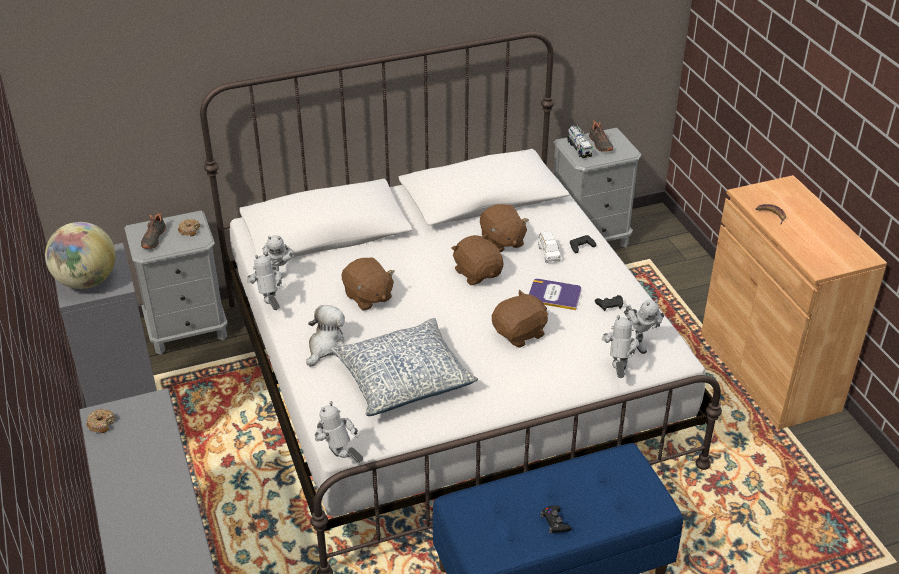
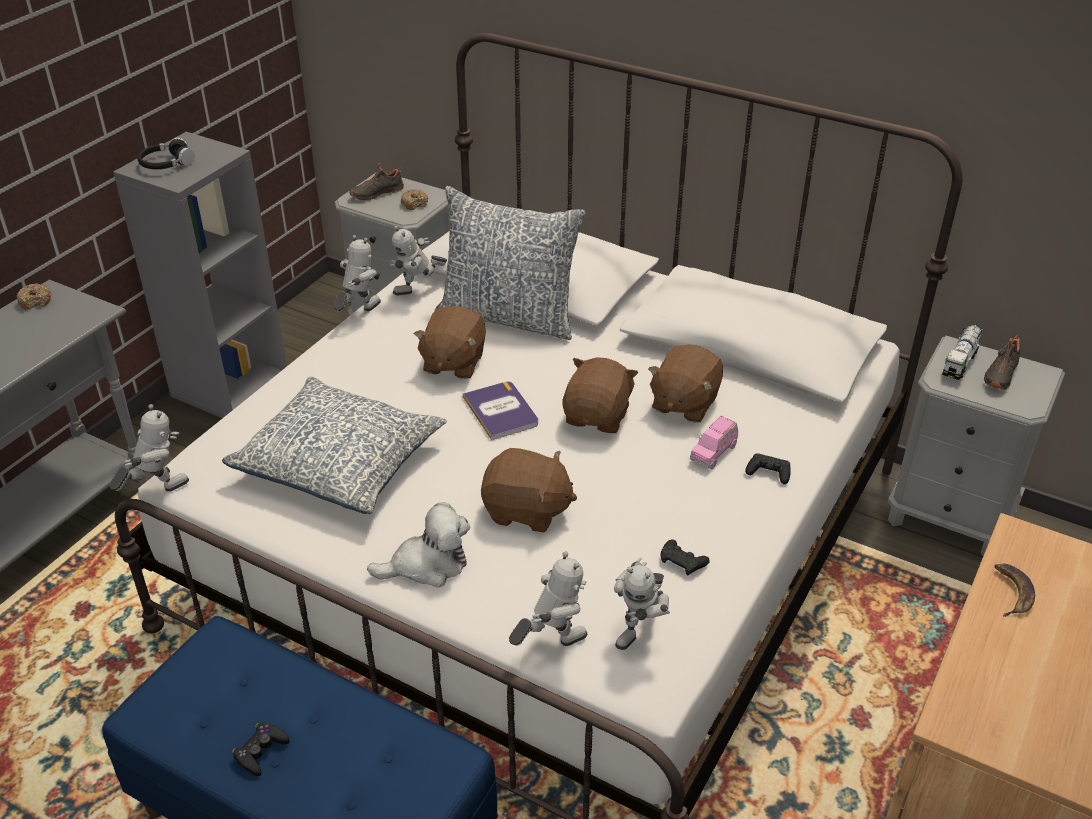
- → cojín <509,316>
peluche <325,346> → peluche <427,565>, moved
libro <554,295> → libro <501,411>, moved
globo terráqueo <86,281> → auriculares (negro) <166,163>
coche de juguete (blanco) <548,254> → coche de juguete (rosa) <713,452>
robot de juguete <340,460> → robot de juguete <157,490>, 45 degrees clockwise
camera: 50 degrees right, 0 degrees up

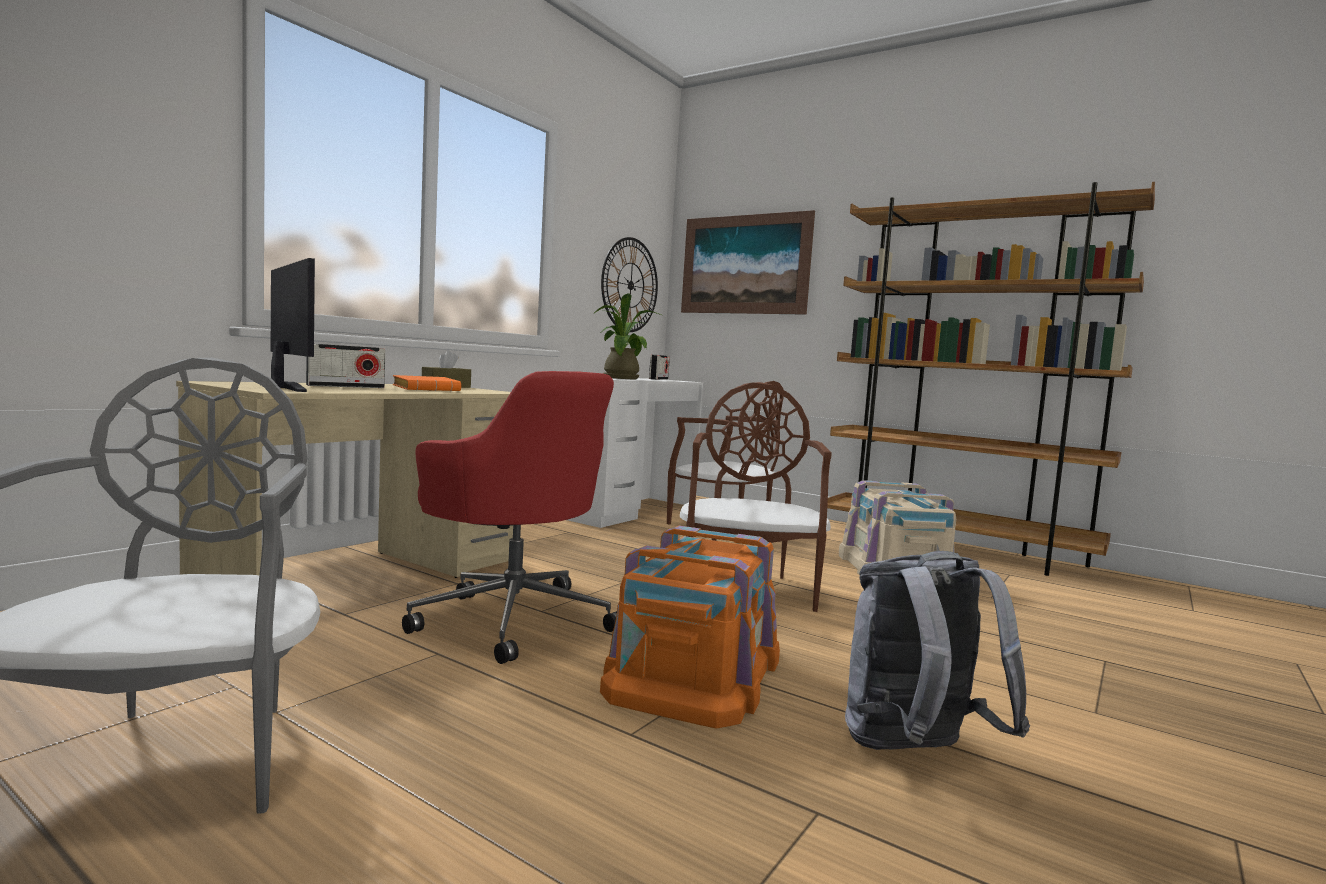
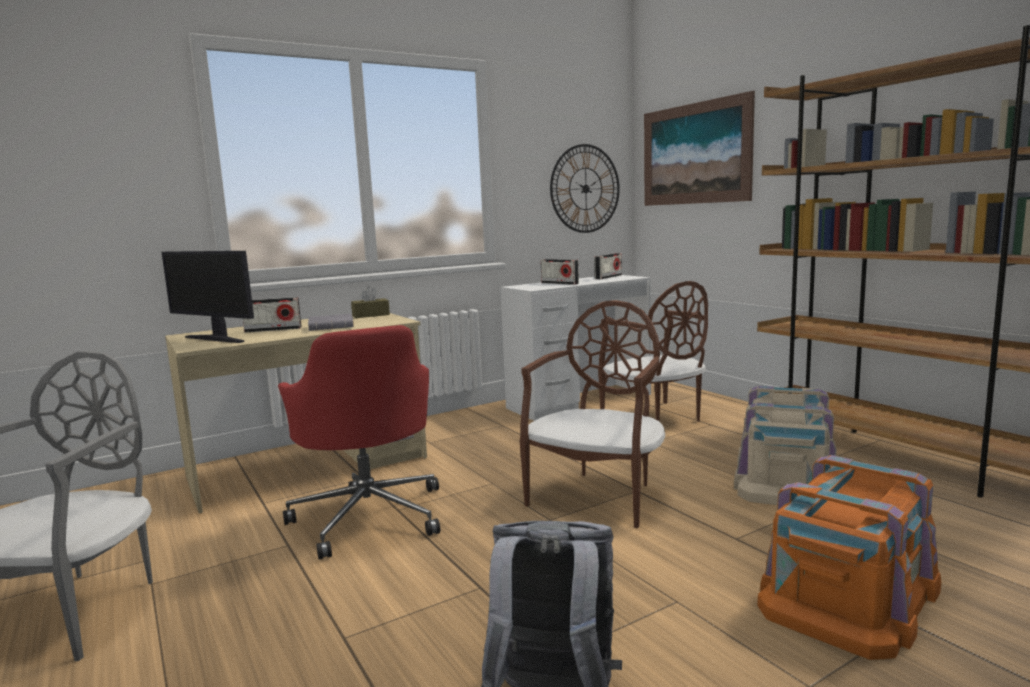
caja de almacenaje (naranja) <693,671> → caja de almacenaje (naranja) <848,593>, moved
planta en maceta <622,378> → radio <559,283>
libro (naranja) <427,390> → libro (gris) <332,327>
monitor <284,387> → monitor <216,339>, 135 degrees clockwise
camera: 25 degrees right, 5 degrees up

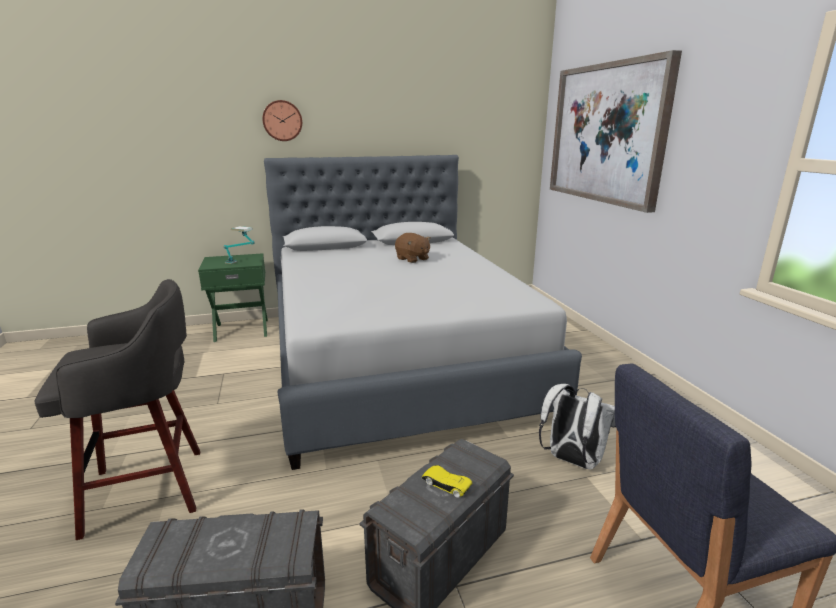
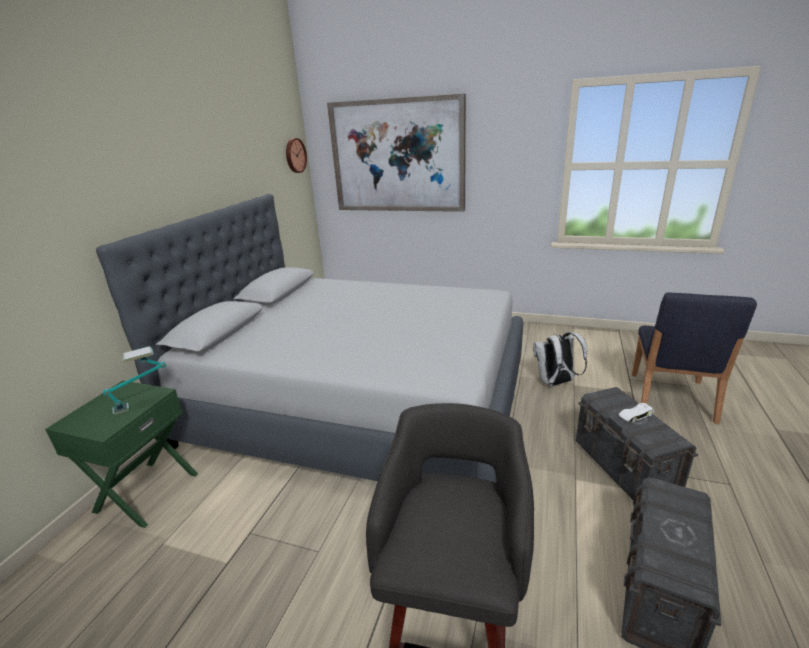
peluche (marrón) <412,259> → -
reloj de pared <282,120> → reloj de pared <295,155>, moved
coche de juguete (amarillo) <446,484> → coche de juguete (blanco) <635,415>
camera: 55 degrees left, 5 degrees up

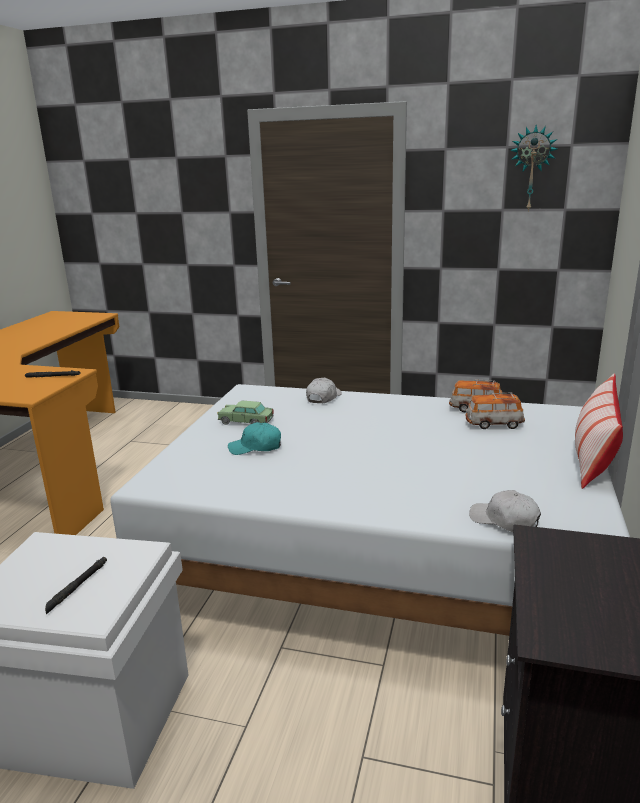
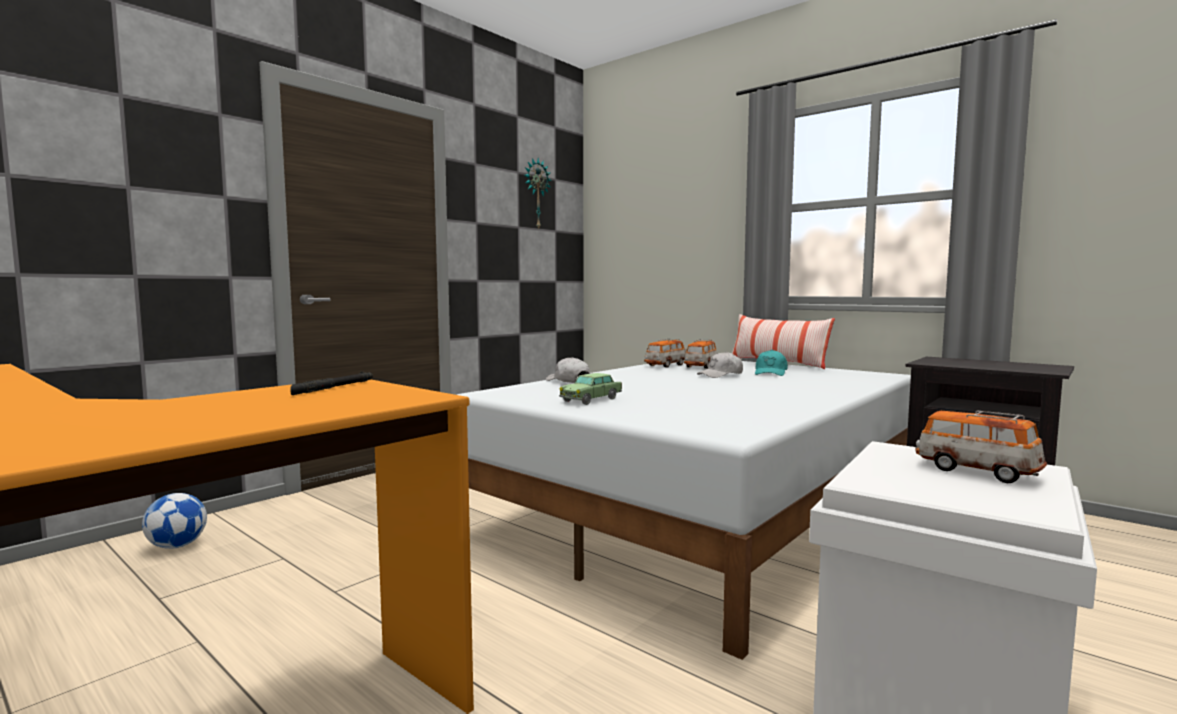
- → balón de fútbol <177,546>
gorra (turquesa) <255,447> → gorra (turquesa) <770,373>, moved
gorra (blanco) <504,521> → gorra (blanco) <720,375>, moved
linterna (negro) <77,587> → coche de juguete <976,471>
camera: 65 degrees left, 15 degrees down

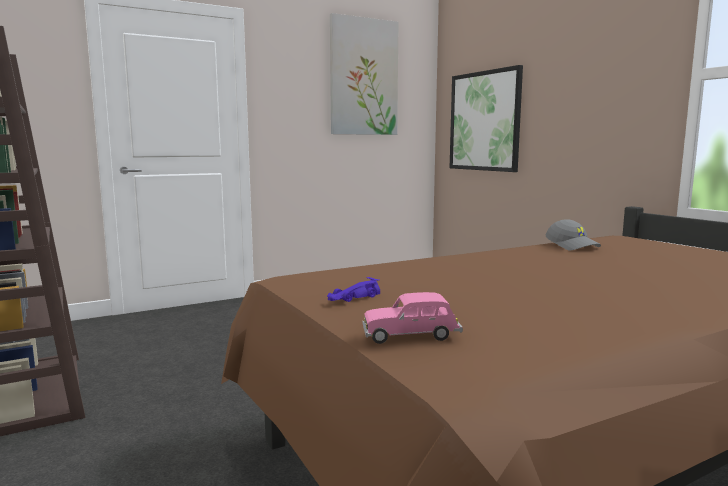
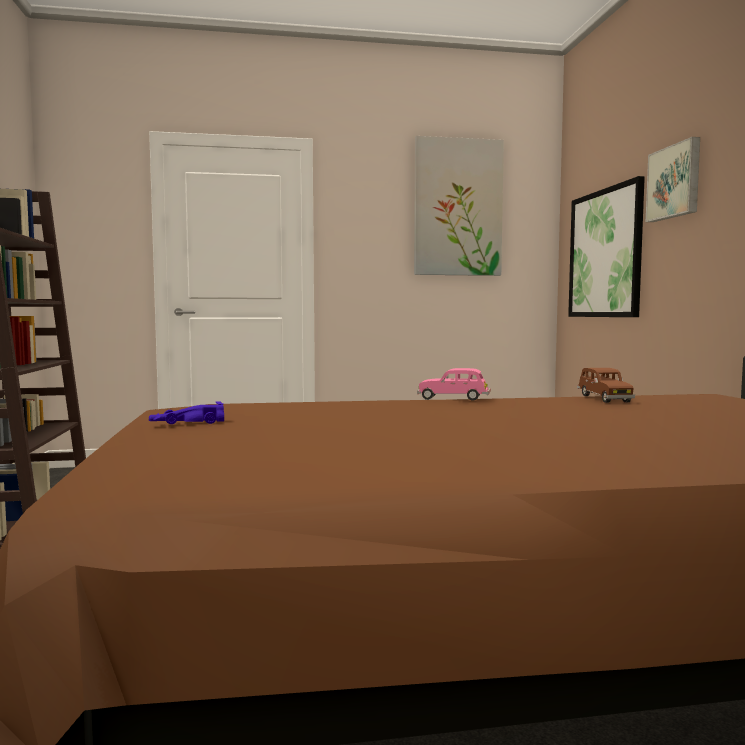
- → cuadro <675,182>
coche de juguete (rosa) <411,336> → coche de juguete (rosa) <454,398>, moved
gorra (gris) <573,246> → coche de juguete (marrón) <603,399>
camera: 20 degrees right, 5 degrees down

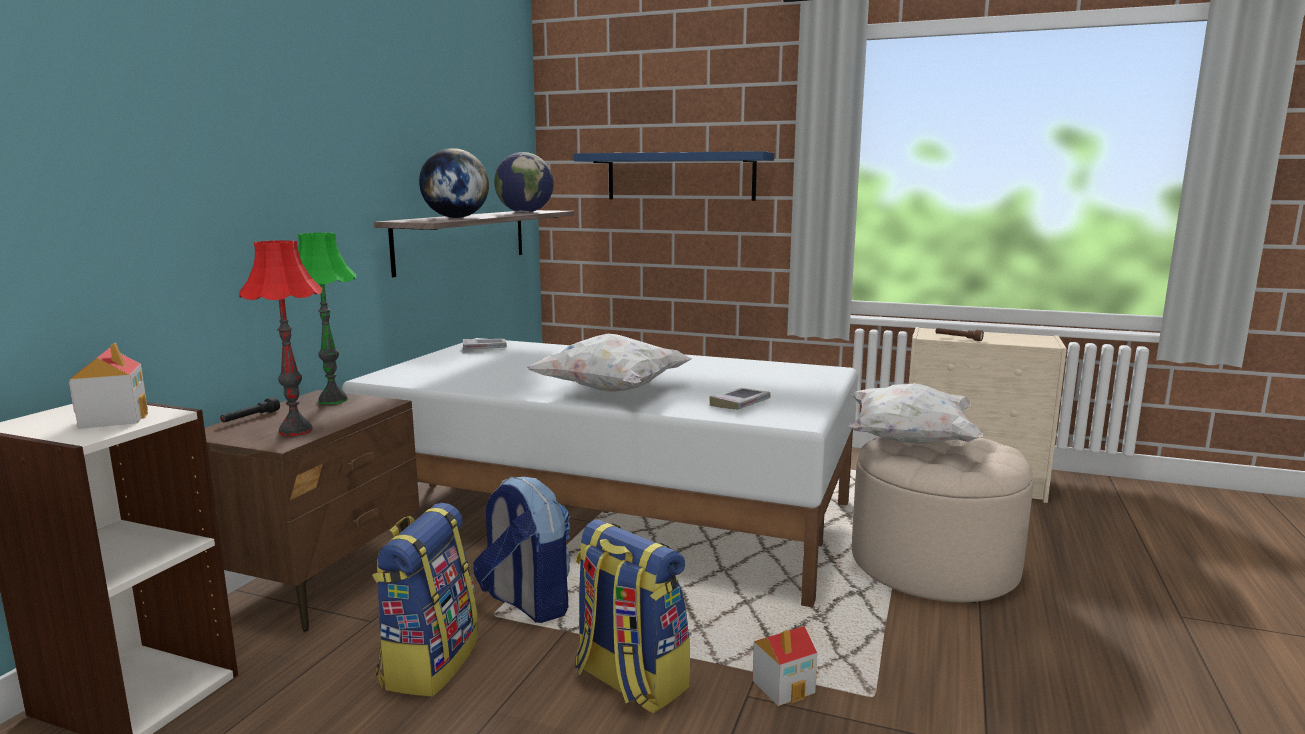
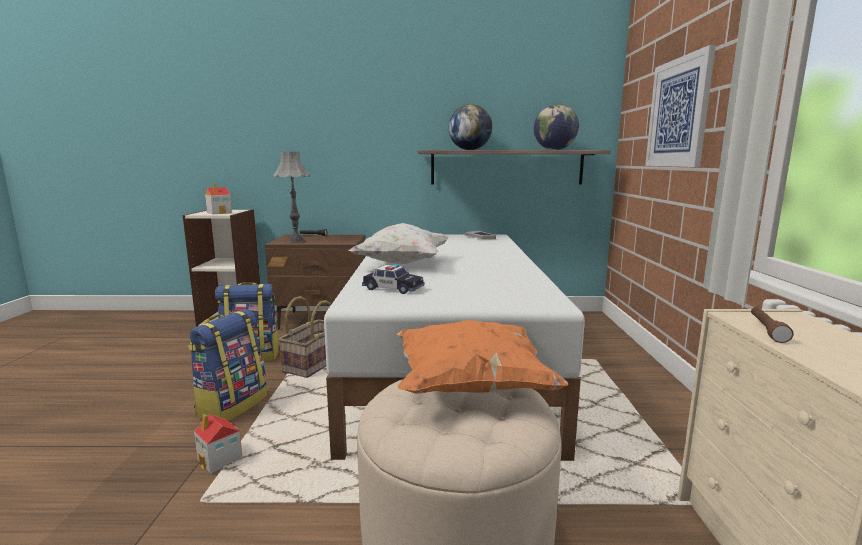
lámpara de mesa (verde) <332,400> → -
mochila <526,603> → cesta <313,363>
estante (azul) <680,176> → cuadro <678,113>
libro <740,403> → coche de juguete <393,288>
lámpara de mesa (rojo) <295,431> → lámpara de mesa (gris) <296,241>
cojín (blanco) <910,441> → cojín (naranja) <470,386>
camera: 70 degrees right, 0 degrees up

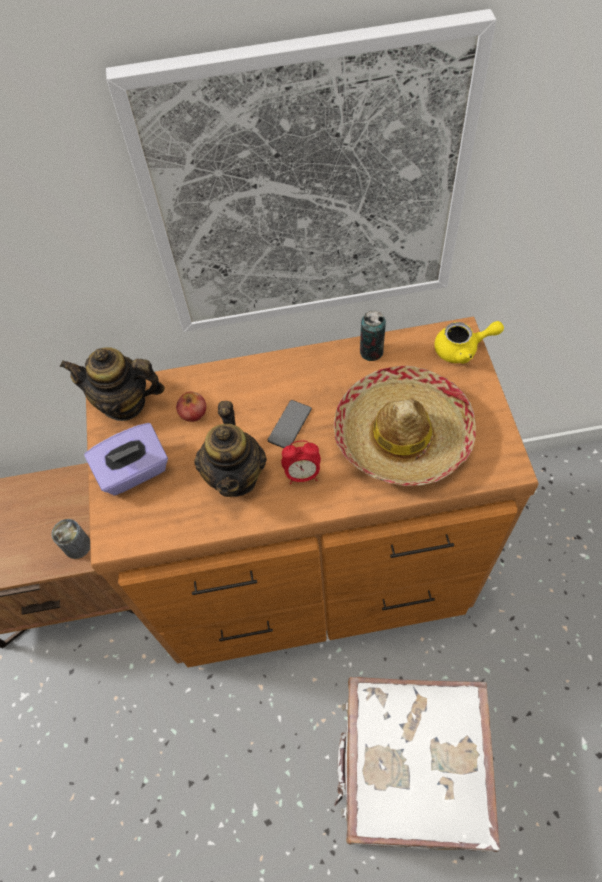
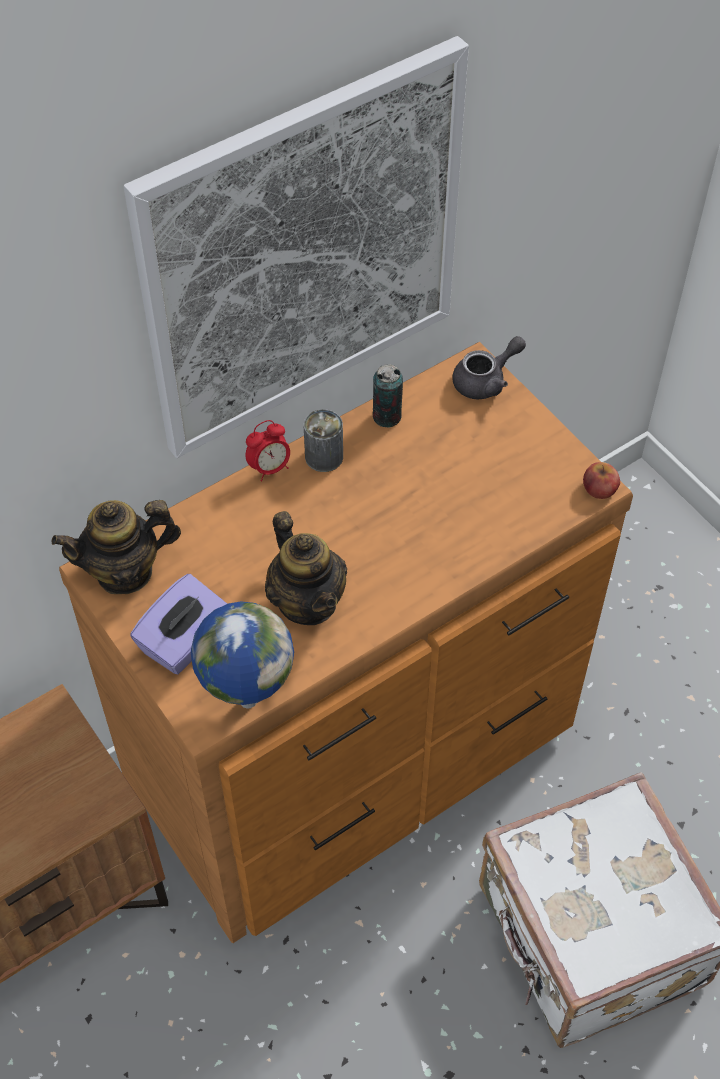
móvil <289,425> → -
sombrero <403,435> → -
- → globo terráqueo <247,700>
lata <77,546> → lata <324,457>, moved
manzana <193,412> → manzana <599,488>, moved
despertador <302,474> → despertador <269,468>, moved
tetera (amarillo) <462,349> → tetera (gris) <486,381>
camera: 30 degrees left, 5 degrees down

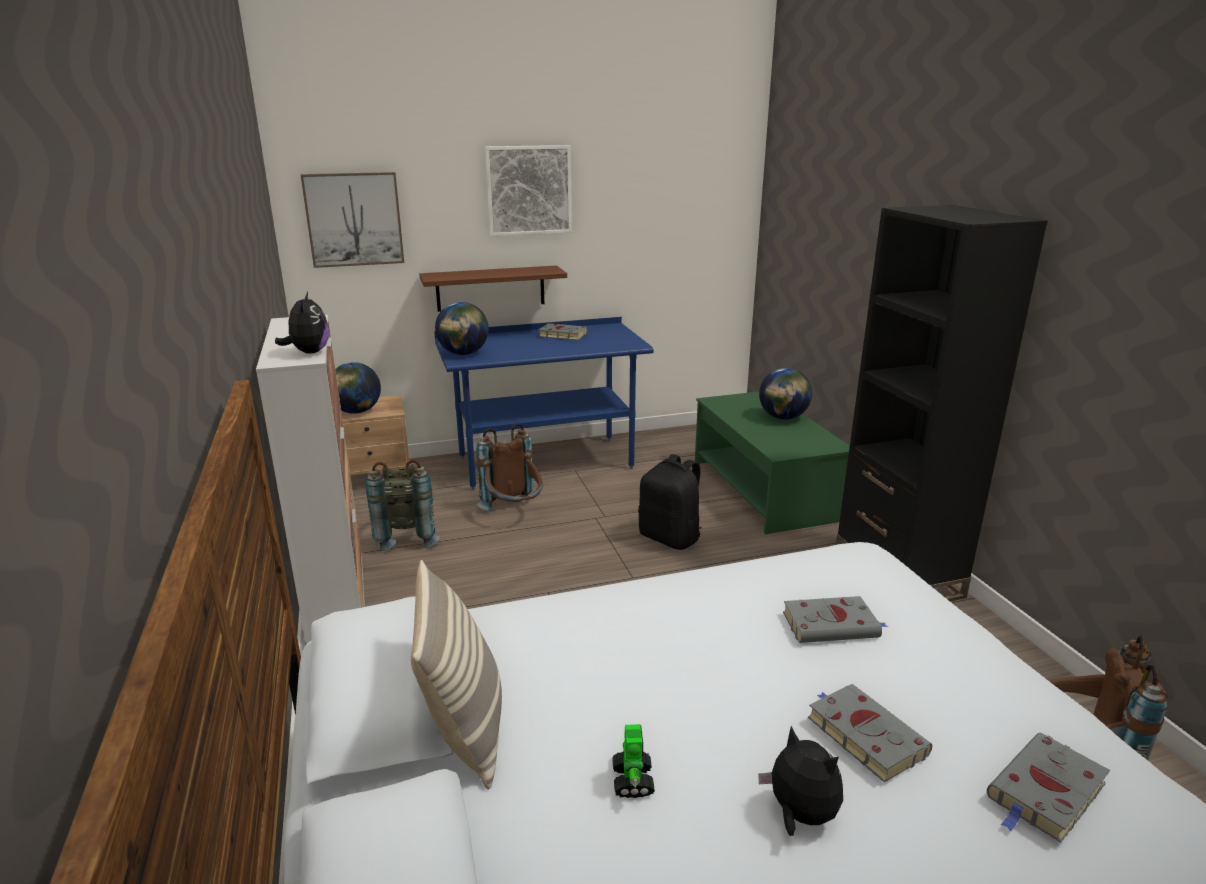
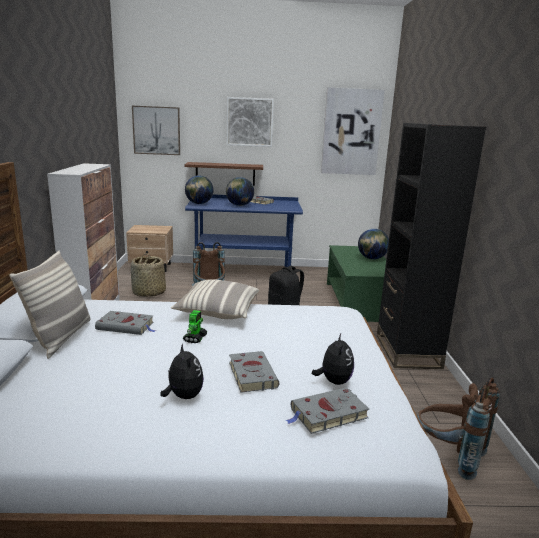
- → cojín <217,311>
- → cuadro <351,132>
peluche <308,352> → peluche <334,381>, moved
globo terráqueo <356,412> → globo terráqueo <239,205>, moved
robot de juguete <632,779> → robot de juguete <195,338>, moved
libro (gris) <832,625> → libro (gris) <127,326>, moved
mochila (gris) <407,536> → cesta <148,293>
camera: 15 degrees right, 5 degrees down

